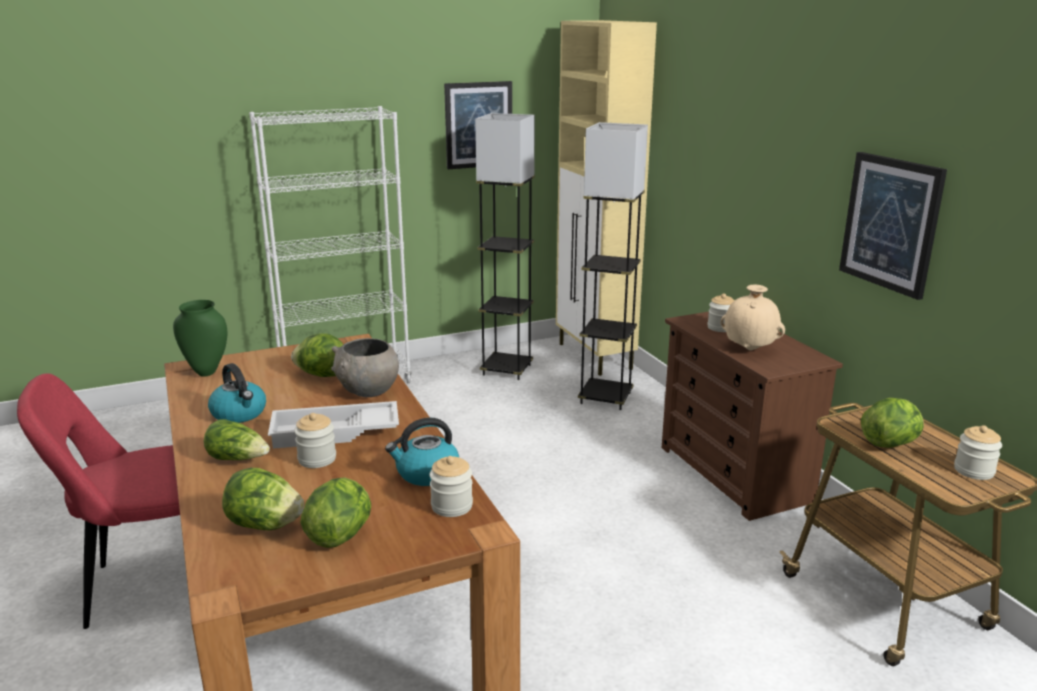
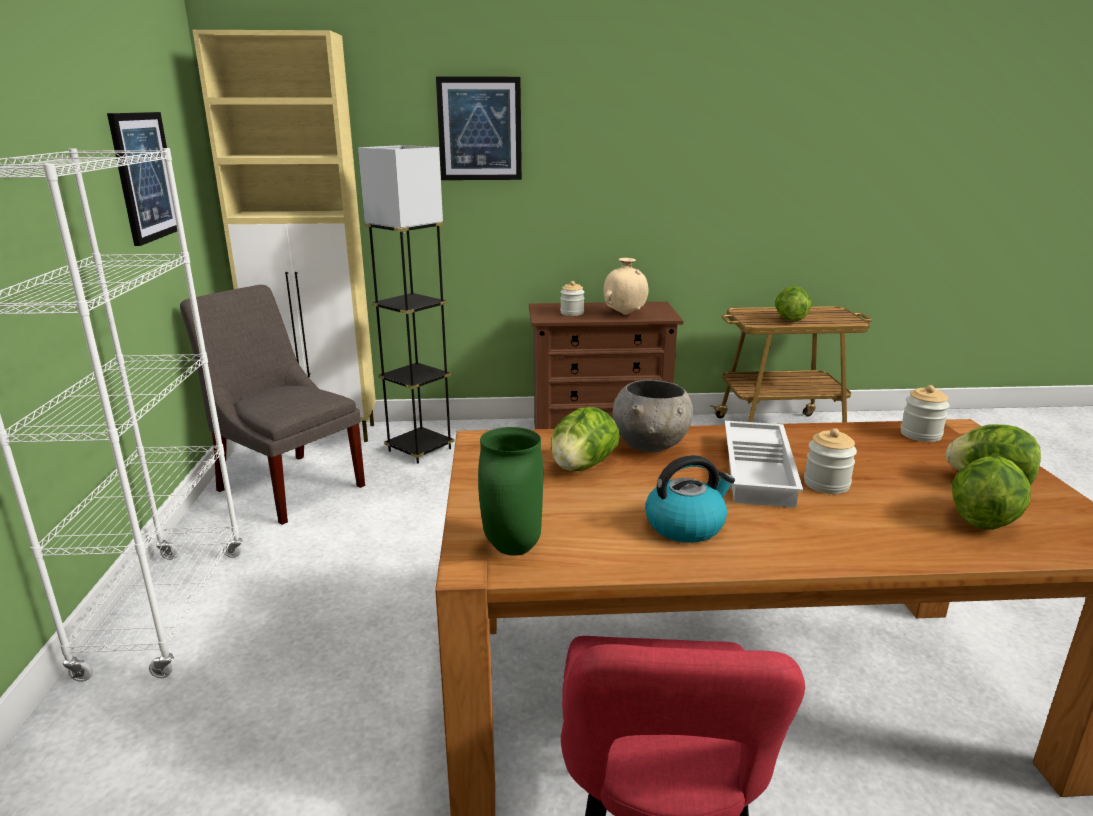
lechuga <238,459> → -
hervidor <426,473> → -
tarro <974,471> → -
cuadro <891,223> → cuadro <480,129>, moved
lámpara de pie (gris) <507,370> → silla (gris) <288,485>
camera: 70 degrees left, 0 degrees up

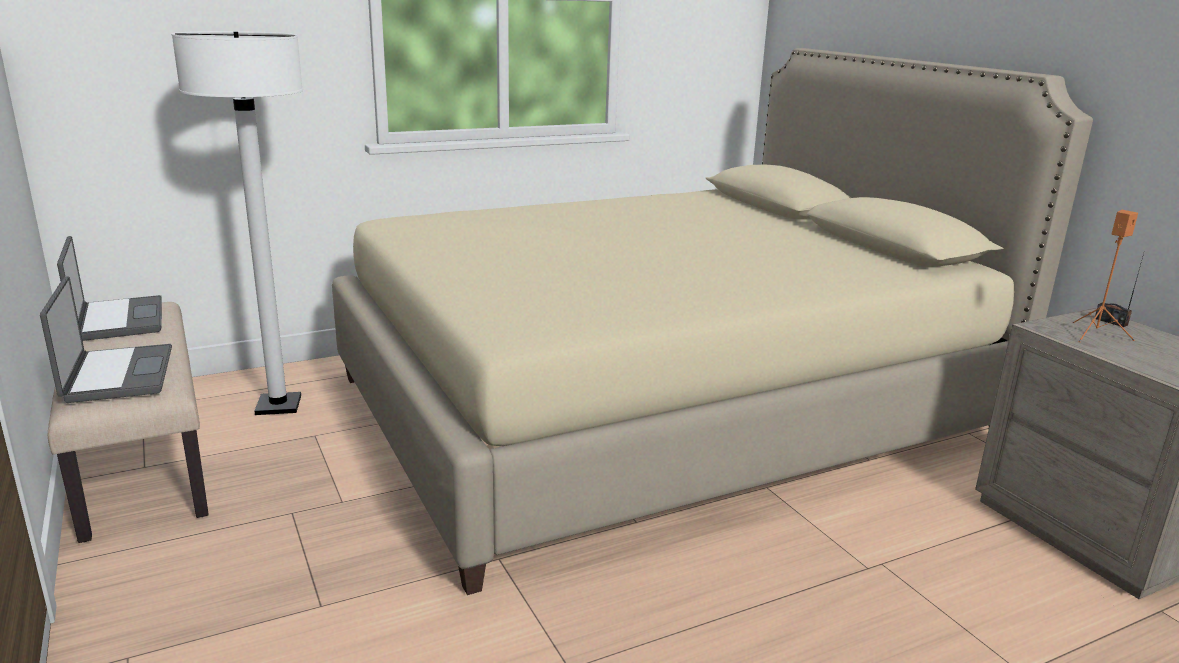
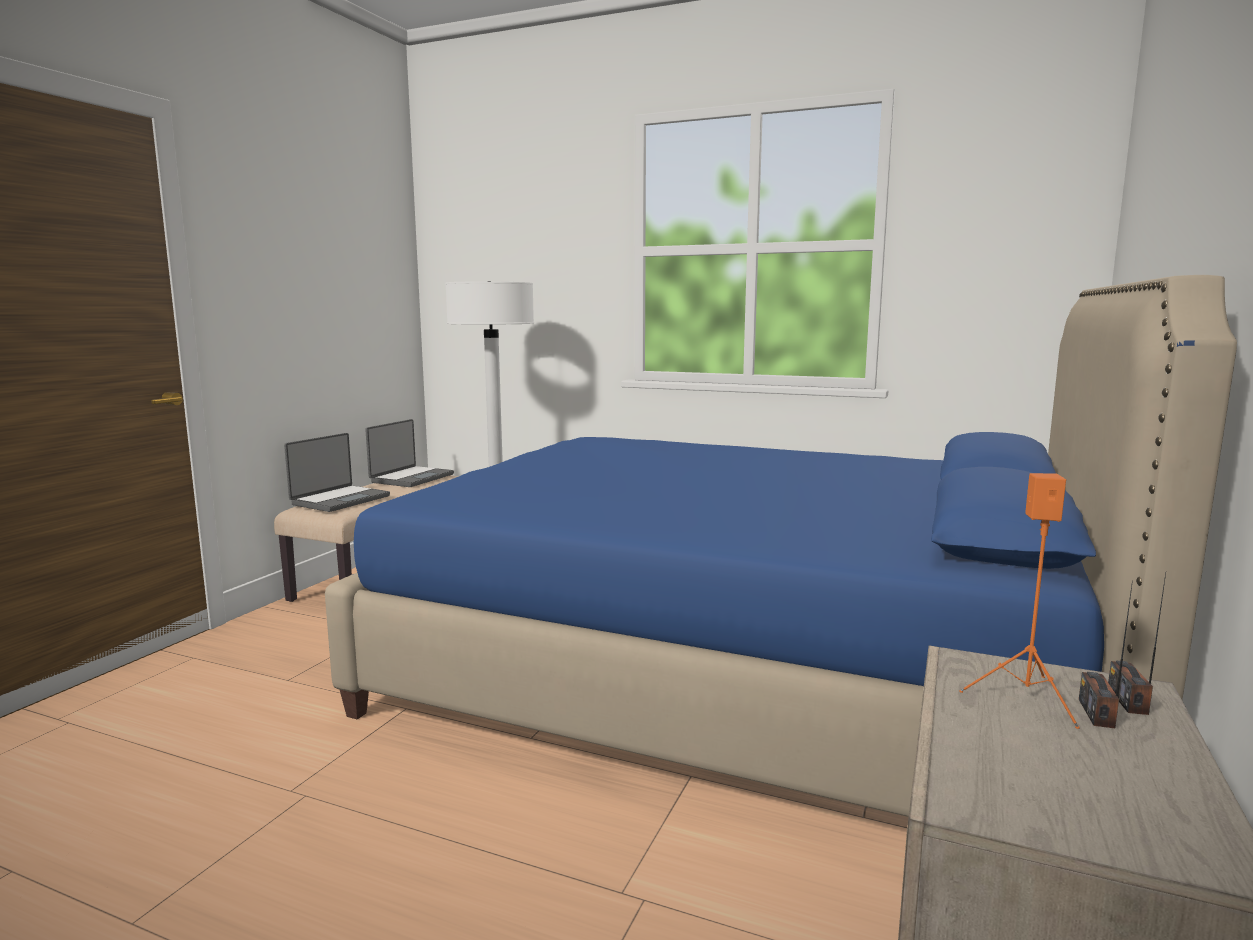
- → radio <1096,713>
cama (beis) <659,409> → cama (azul) <739,675>
camera: 50 degrees right, 10 degrees down

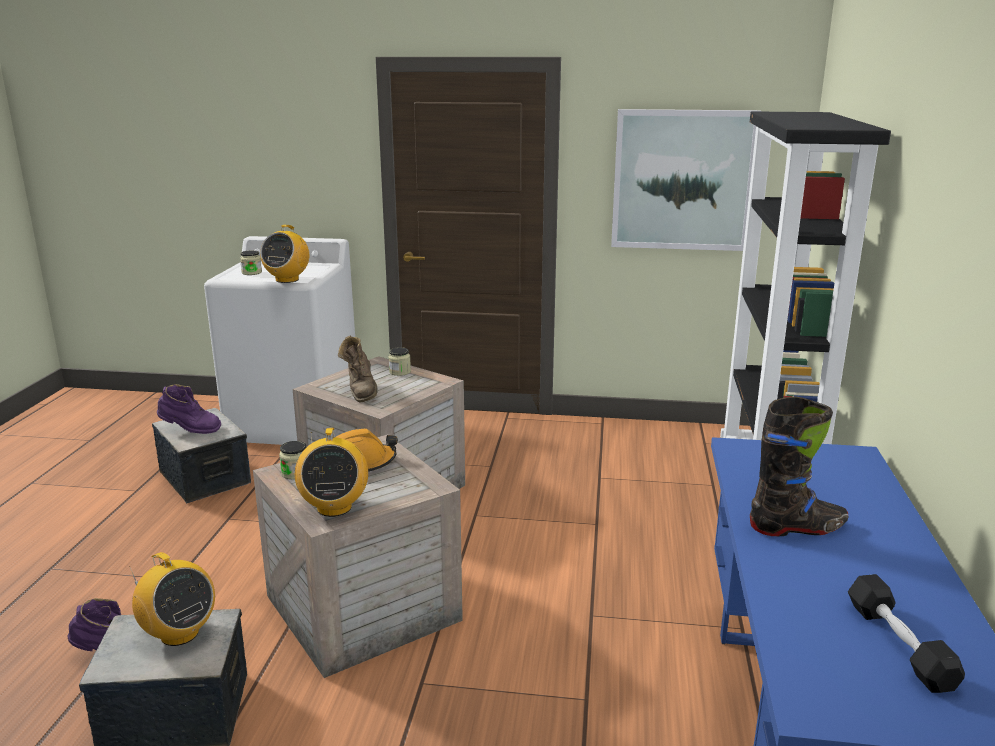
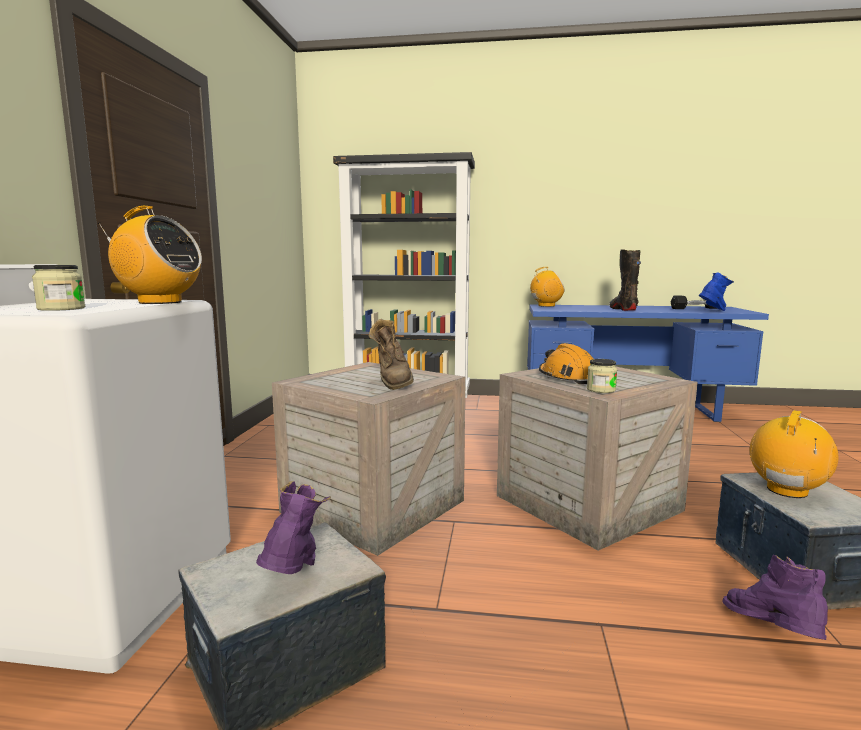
tarro <400,372> → -
cuadro <682,180> → -
- → bota (azul) <713,311>
radio <334,507> → radio <546,306>, moved
bota (marrón) <361,392> → bota (marrón) <392,382>, 90 degrees clockwise
camera: 90 degrees left, 10 degrees down

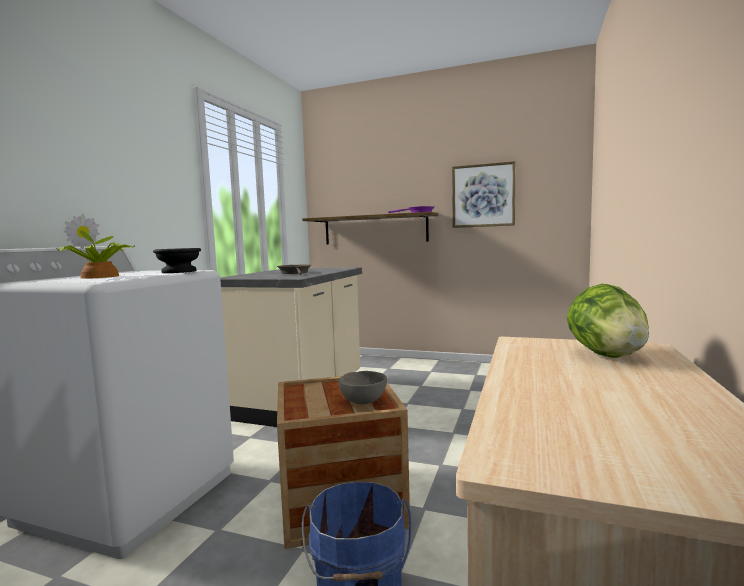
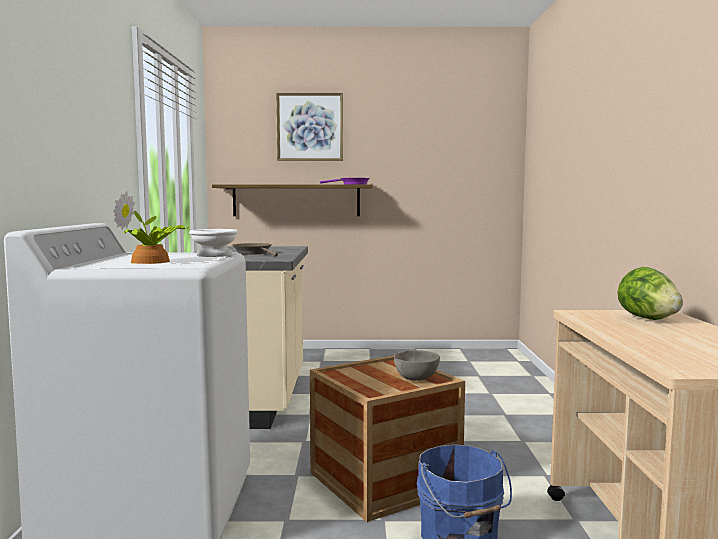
cuadro <483,195> → cuadro <310,127>, moved
cuenco (negro) <179,271> → cuenco (blanco) <214,255>
camera: 20 degrees left, 0 degrees up

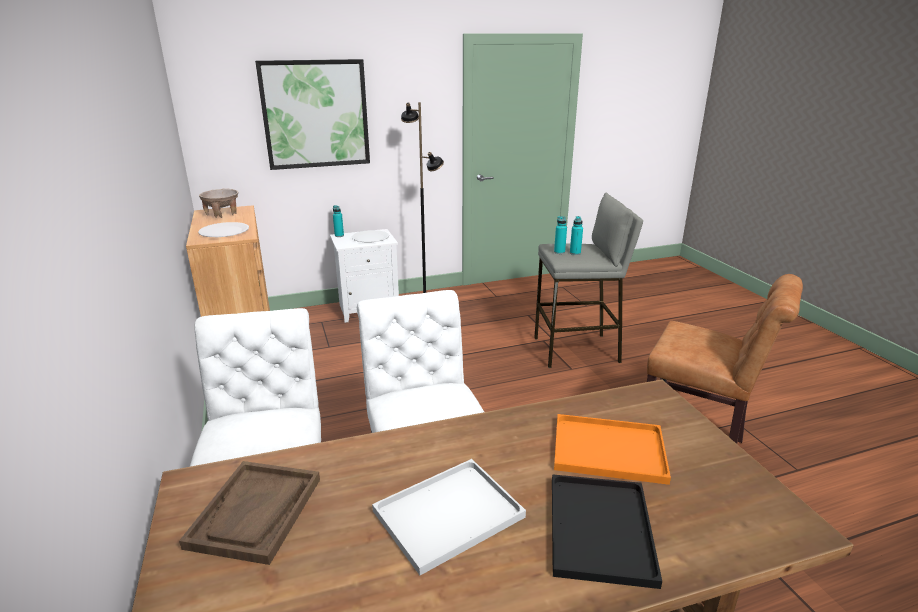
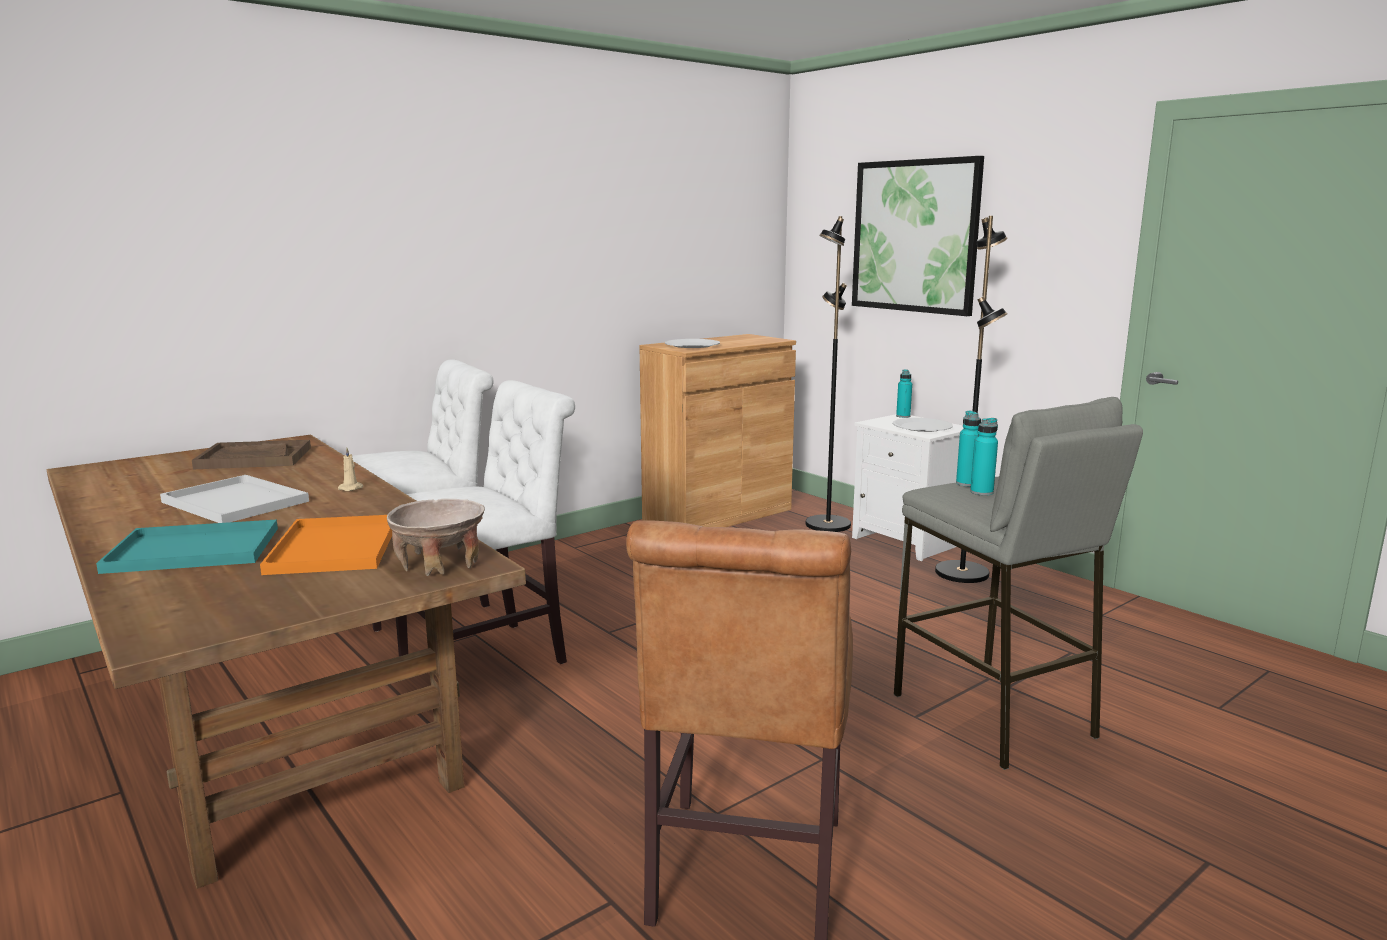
- → vela (beis) <352,488>
- → lámpara de pie (negro) <826,525>
cuenco (beis) <222,214> → cuenco (beis) <440,563>, moved
bandeja (negro) <598,527> → bandeja (turquesa) <197,549>
camera: 70 degrees right, 10 degrees down

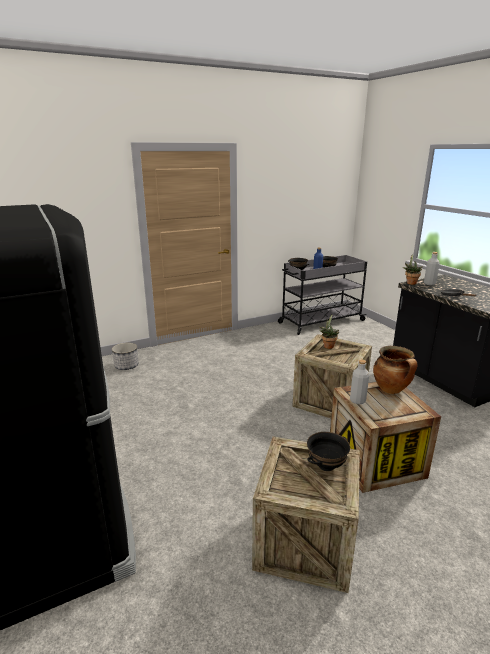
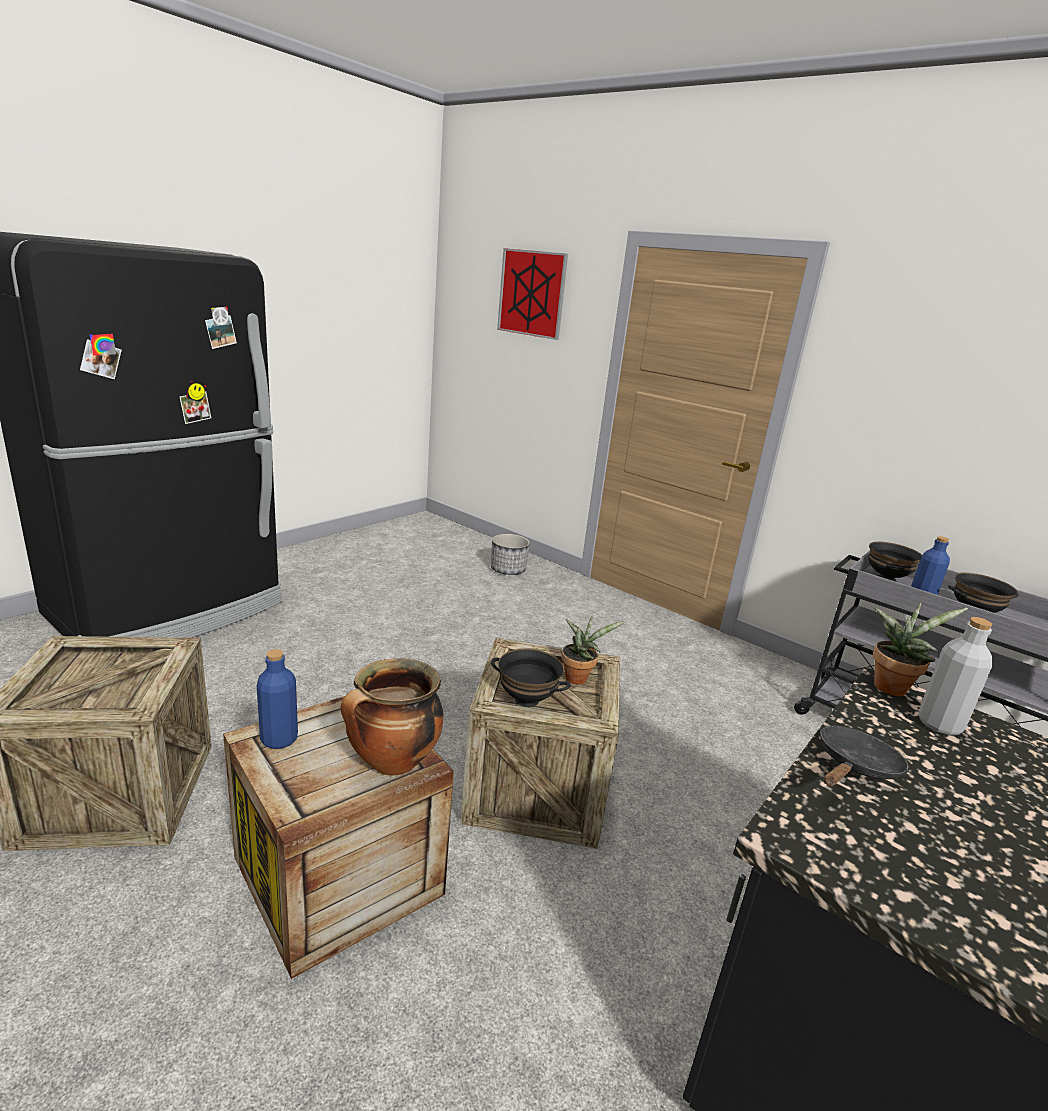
botella (gris) <357,400> → -
- → botella (azul) <279,739>
- → cuadro <532,293>
cuenco (negro) <326,465> → cuenco (negro) <527,699>, moved
camera: 65 degrees right, 0 degrees up

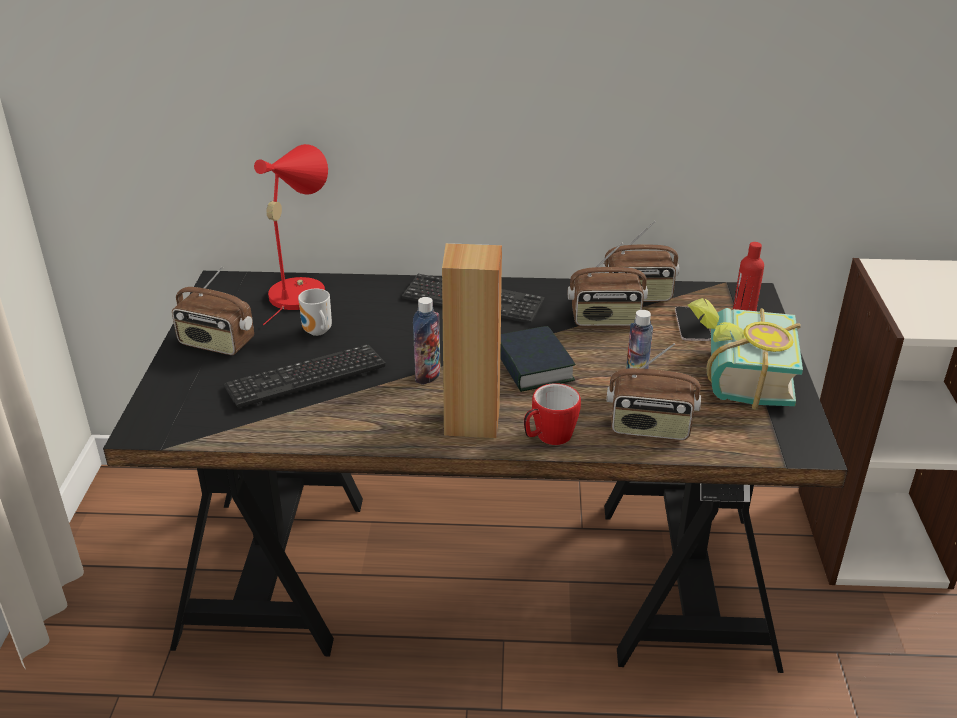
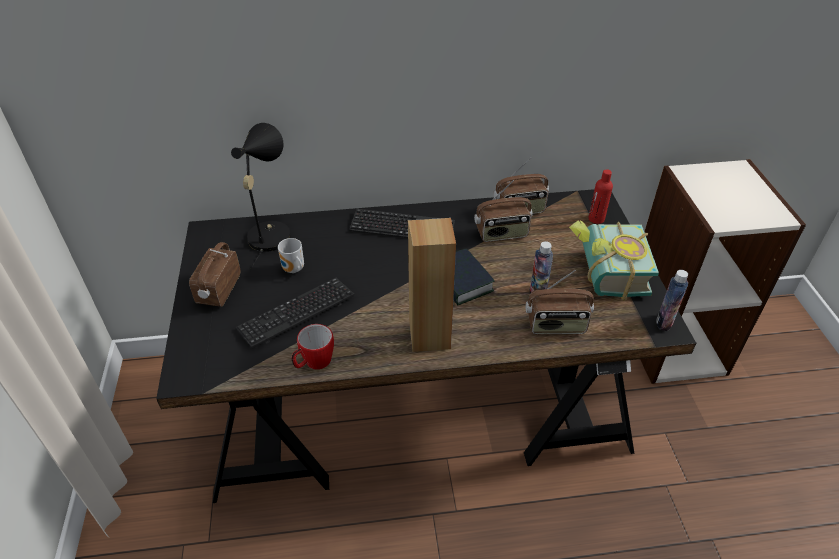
móvil <692,325> → -
botella <428,376> → botella <664,322>, moved
taza grande <548,438> → taza grande <314,363>, moved
lámpara de mesa (rojo) <300,291> → lámpara de mesa (negro) <270,233>
radio <216,344> → radio <218,290>, 90 degrees clockwise
camera: 10 degrees left, 10 degrees up

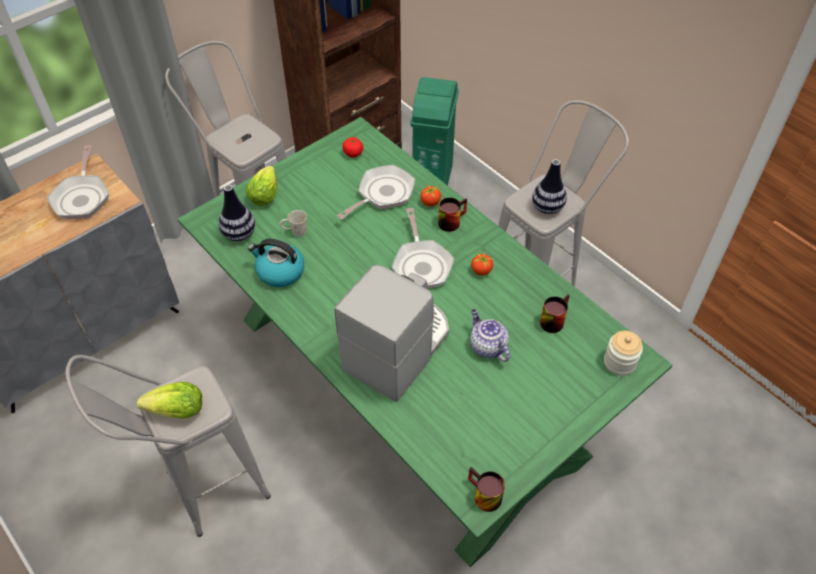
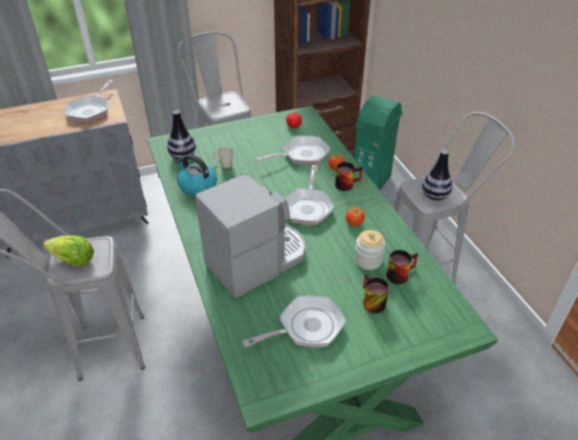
lechuga <265,194> → -
tetera <487,346> → -
- → sartén <306,327>
taza grande <482,496> → taza grande <370,301>, moved
tarro <619,362> → tarro <368,260>, moved
camera: 20 degrees right, 10 degrees down

